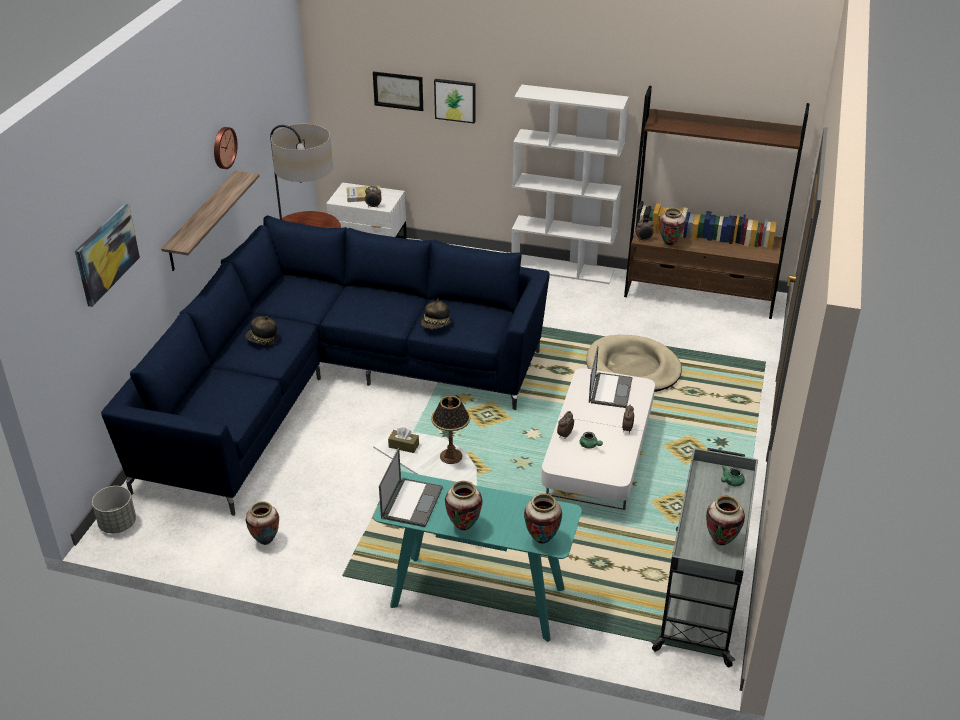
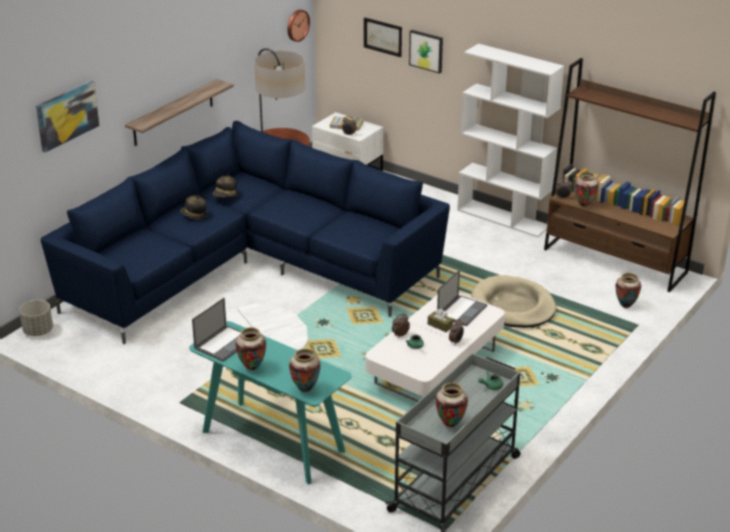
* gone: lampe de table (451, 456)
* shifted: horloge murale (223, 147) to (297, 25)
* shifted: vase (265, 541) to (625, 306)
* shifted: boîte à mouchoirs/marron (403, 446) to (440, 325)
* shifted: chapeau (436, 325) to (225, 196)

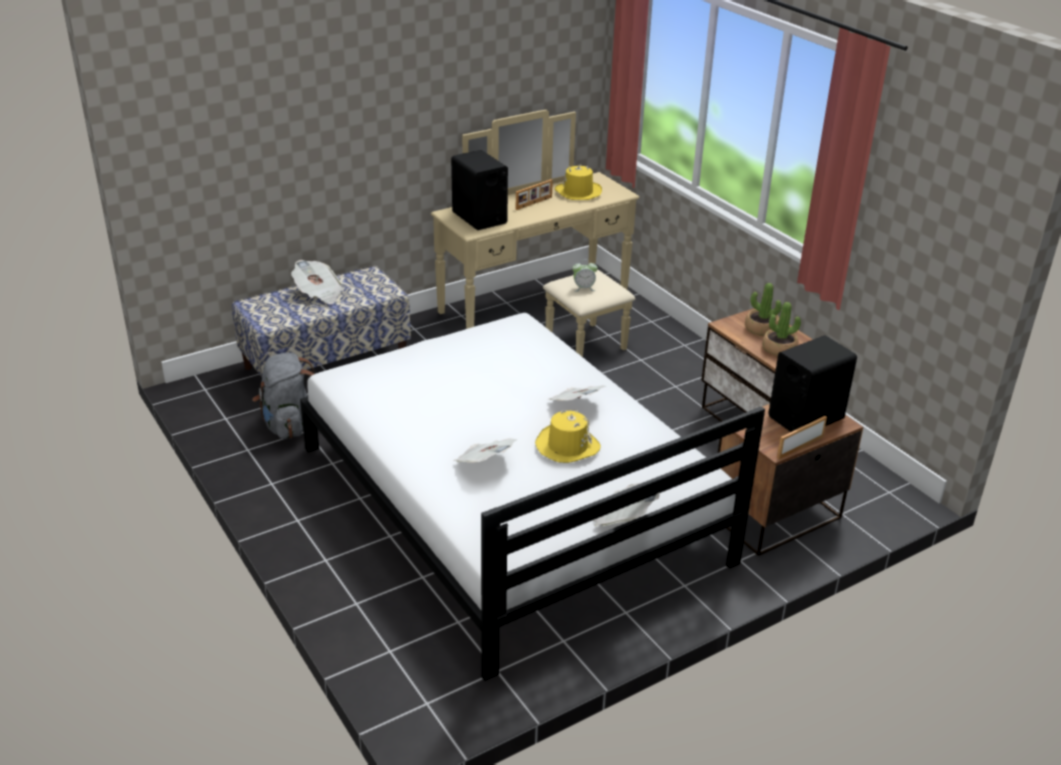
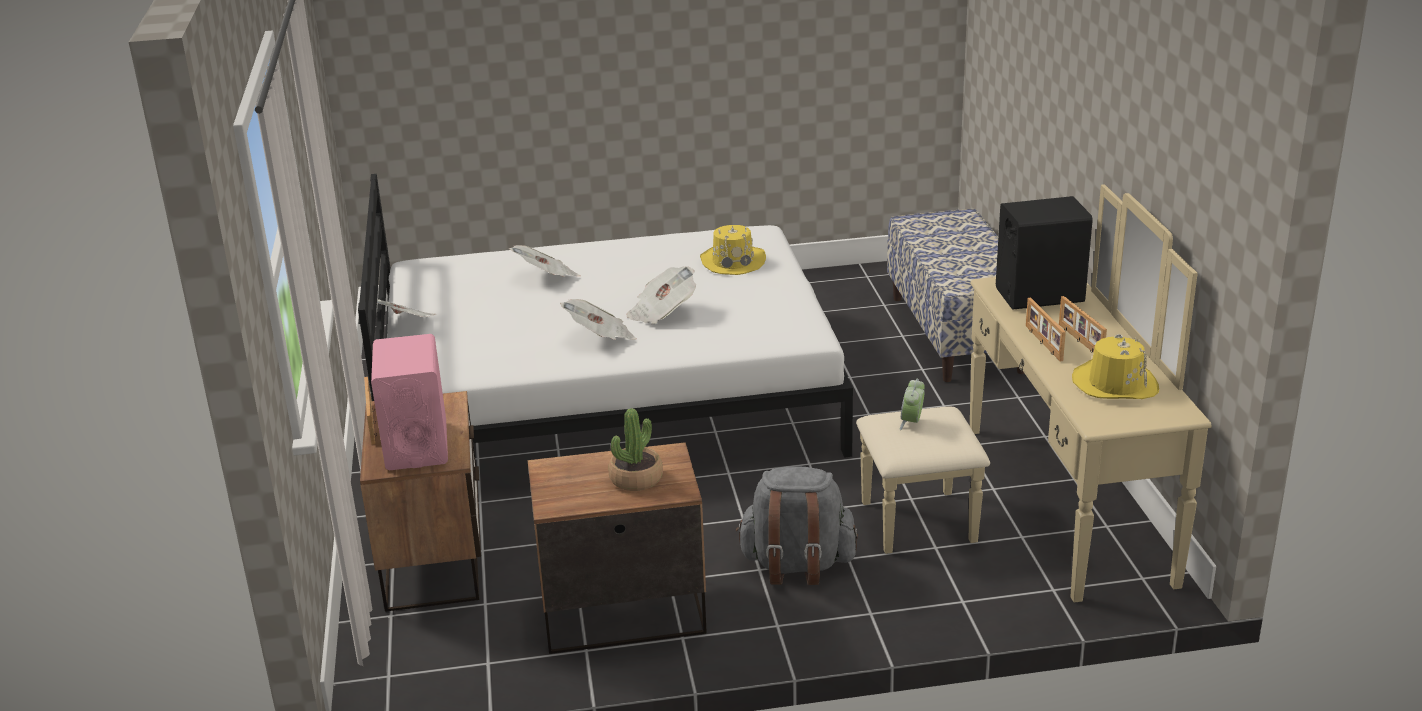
* gone: plante en pot (779, 349)
* new: cadre photo (1042, 343)
* shifted: sac à dos/gris (289, 425) to (797, 565)
* shifted: journal (319, 294) to (662, 312)
* shifted: chapeau/jaune (567, 446) to (733, 261)
* repainted: enceinte/noir (805, 418) to enceinte/rose (416, 445)

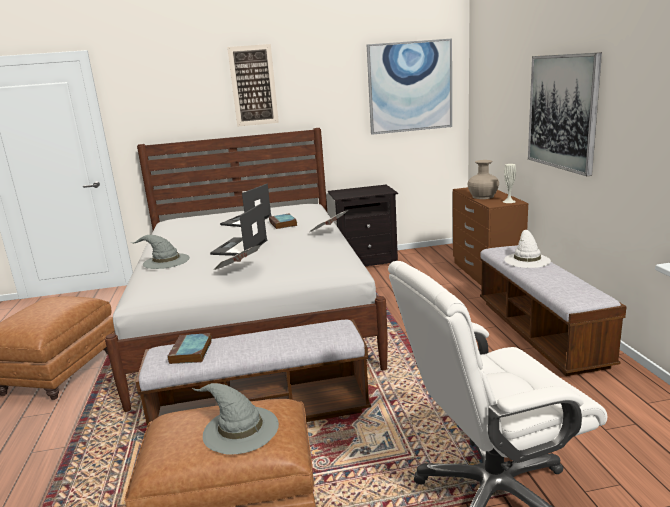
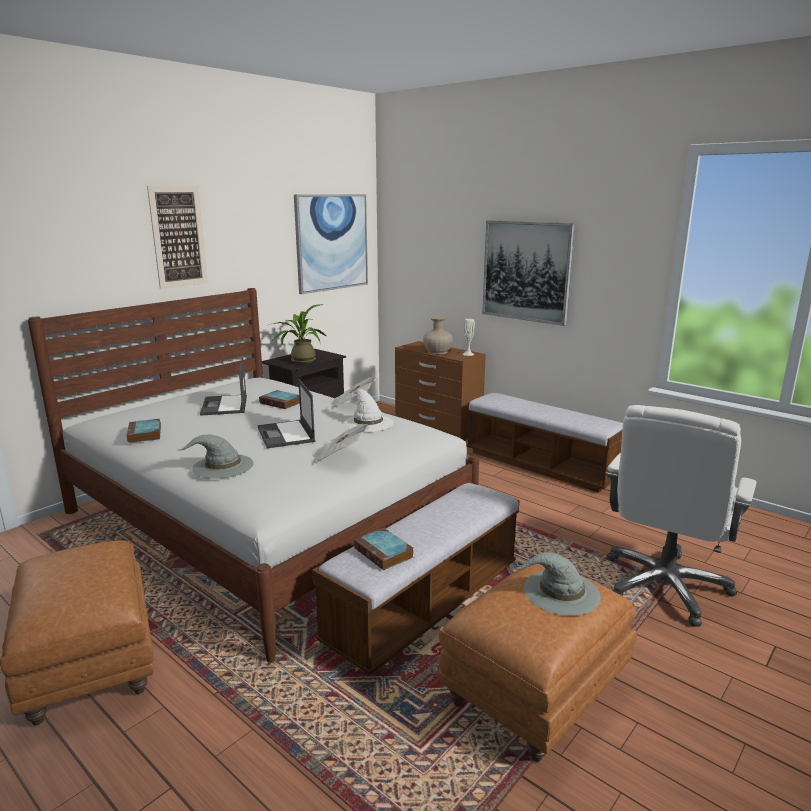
* new: livre (145, 434)
* new: plante en pot (300, 361)
* shifted: chapeau/blanc (526, 260) to (367, 423)

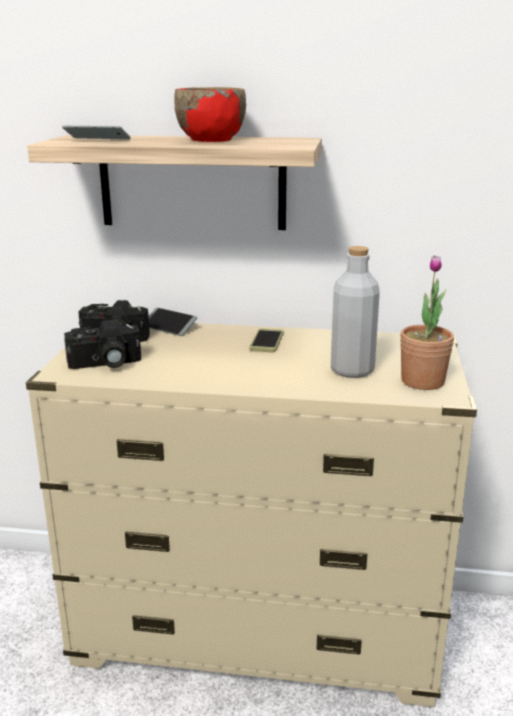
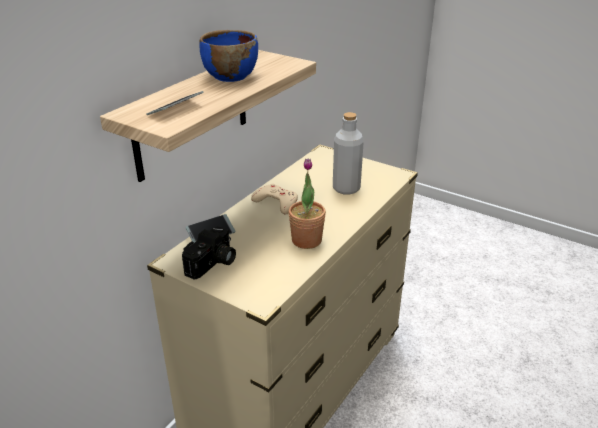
* gone: appareil photo (105, 364)
* shifted: plante en pot (422, 381) to (306, 240)
* swapped: téléphone (266, 341) to manette/beige (276, 202)
* repainted: bol/rouge (211, 139) to bol/bleu (230, 76)

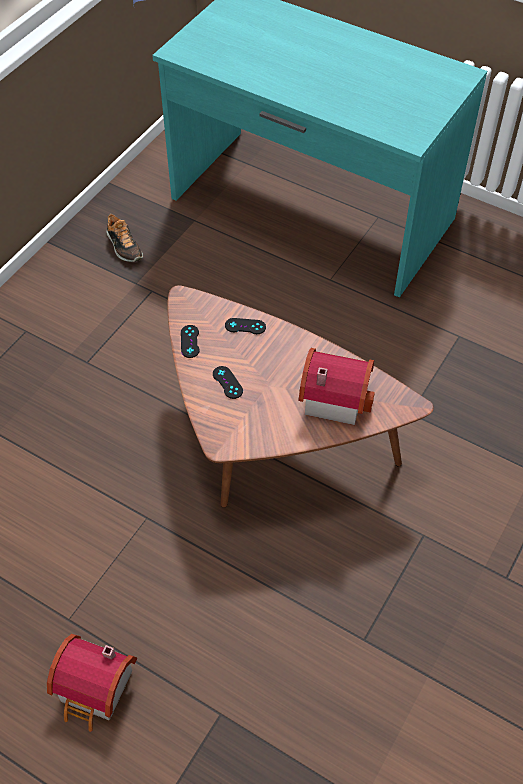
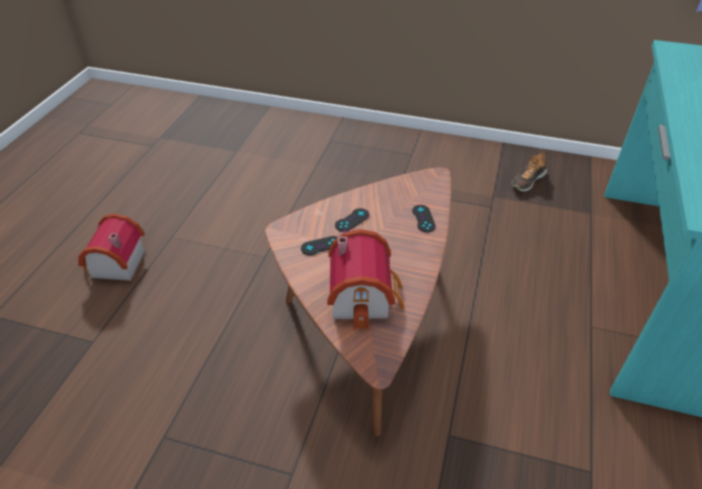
* shifted: manette/noir (190, 341) to (322, 246)

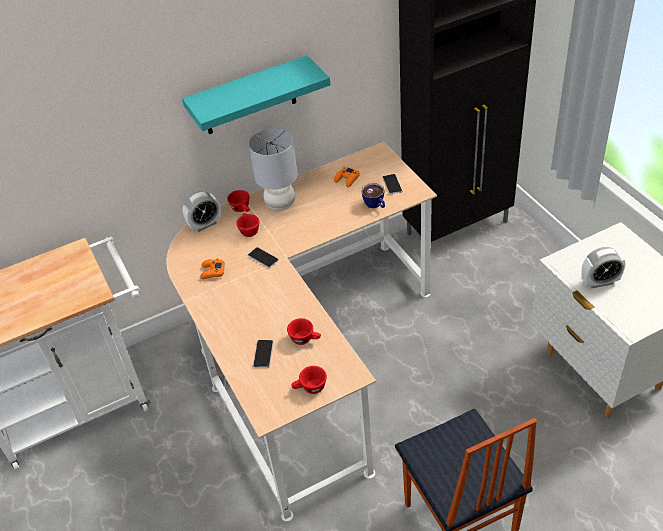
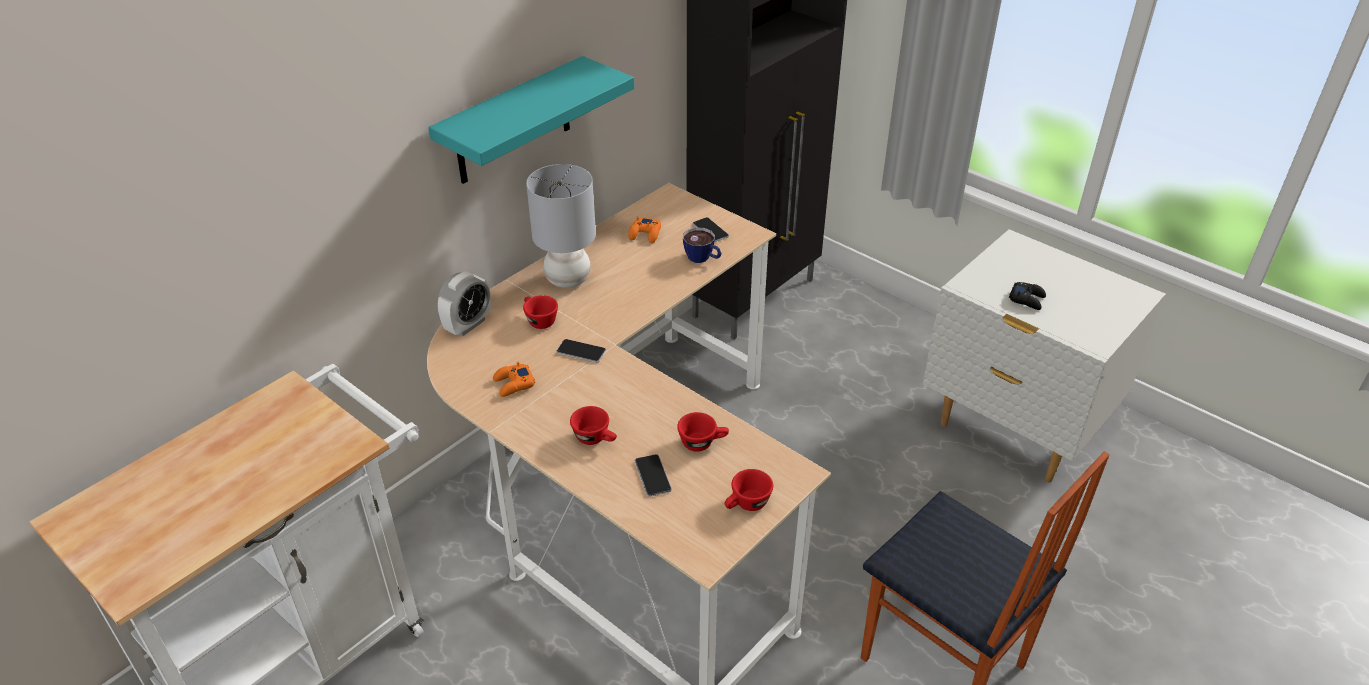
* shifted: tasse/rouge (242, 209) to (596, 438)
* swapped: réveil (599, 282) to manette/noir (1027, 299)

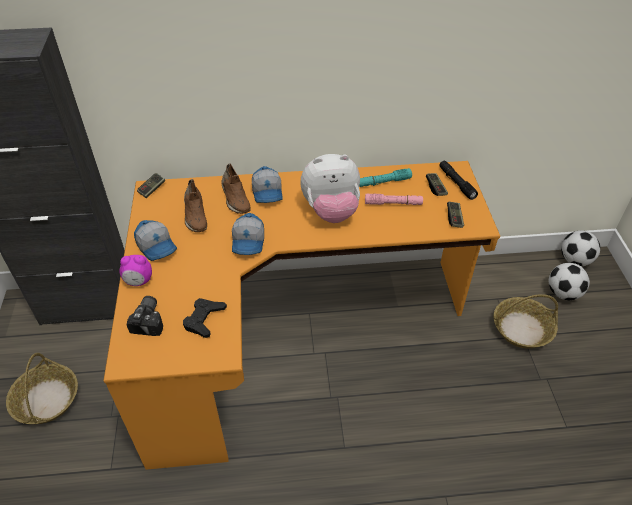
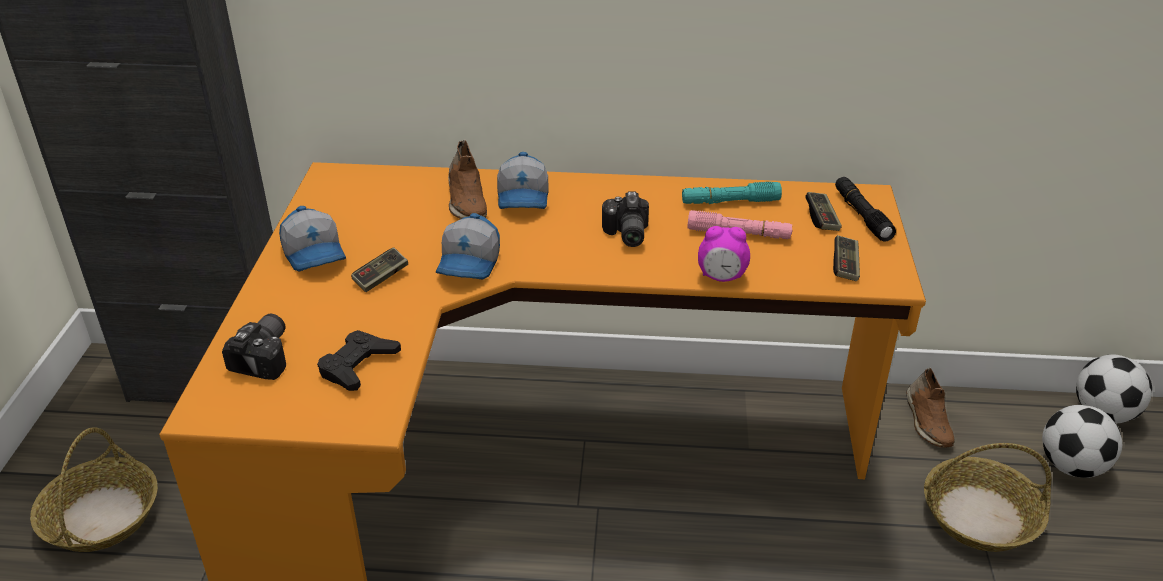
* shifted: réveil (139, 281) to (721, 277)
* shifted: manette (152, 189) to (381, 277)
* shifted: chaussure/marron (195, 215) to (927, 421)
* swapped: peluche (331, 211) to appareil photo (625, 234)

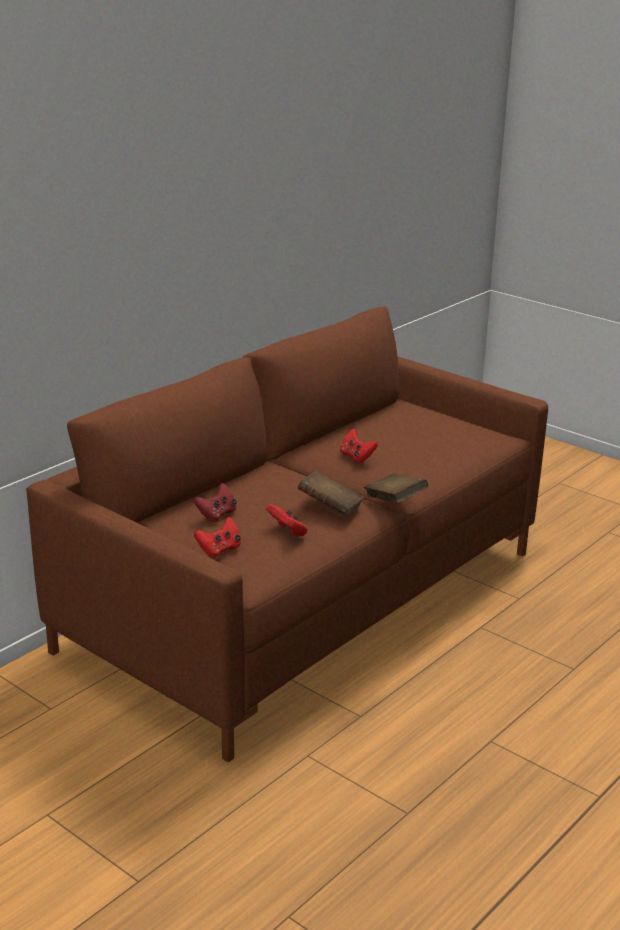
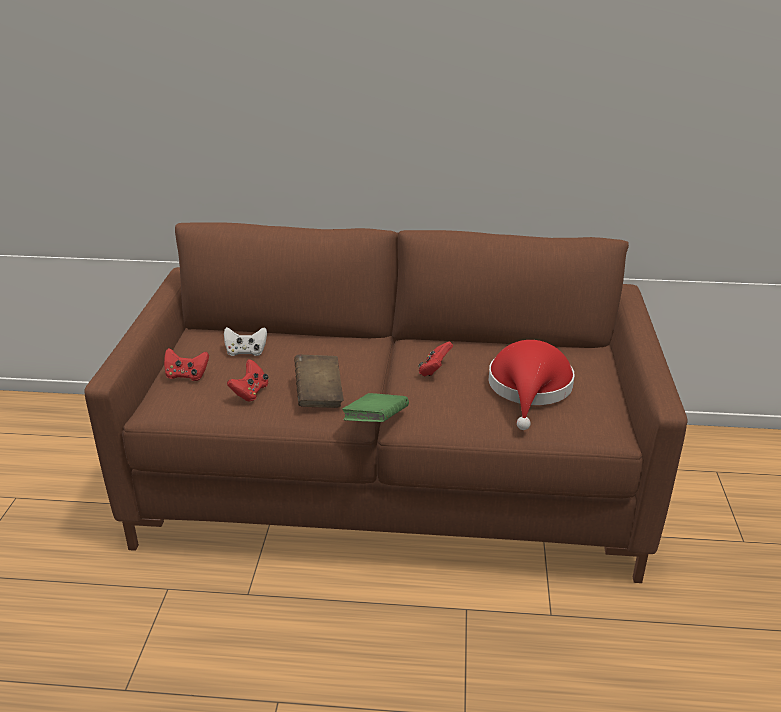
* new: chapeau/rouge (529, 389)
* repainted: manette/rouge (217, 515) to manette/blanc (246, 352)
* repainted: livre/marron (394, 501) to livre/vert (376, 422)

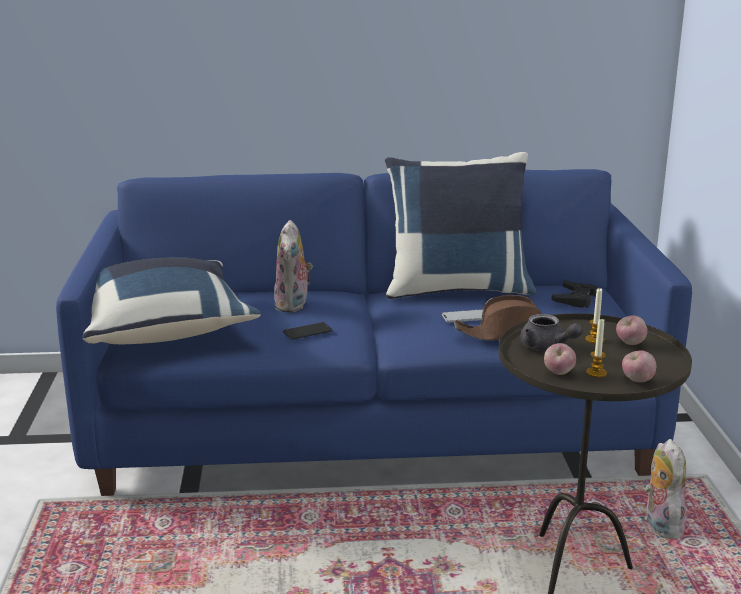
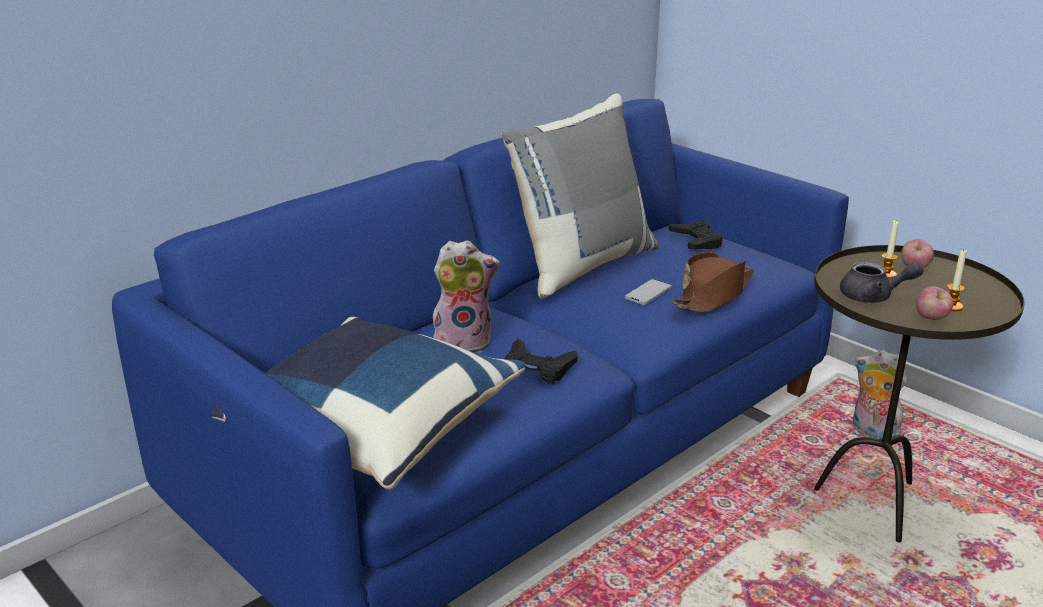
* gone: pomme (637, 380)
* swapped: téléphone (307, 332) to manette/noir (537, 368)
* repainted: coussin/bleu (457, 288) to coussin/gris (581, 264)
* rotated: peluche (294, 305) = (464, 342) 60 degrees counterclockwise

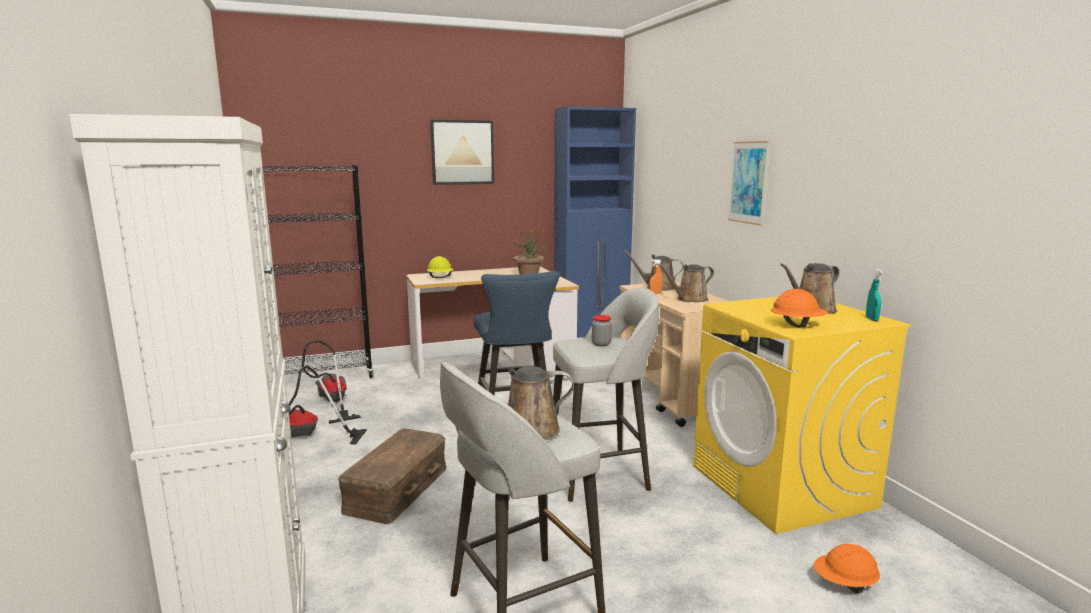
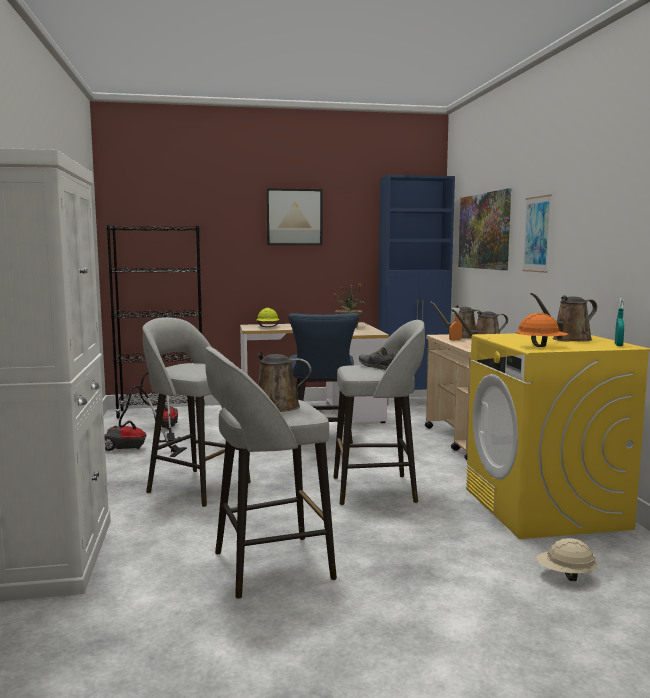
* new: tableau (484, 231)
* swapped: boîte de rangement/marron (396, 489) to tabouret/gris (197, 487)
* swapped: bocal (601, 344) to chaussure/gris (376, 367)
* repainted: casque de chantier/orange (844, 584) to casque de chantier/beige (565, 576)

